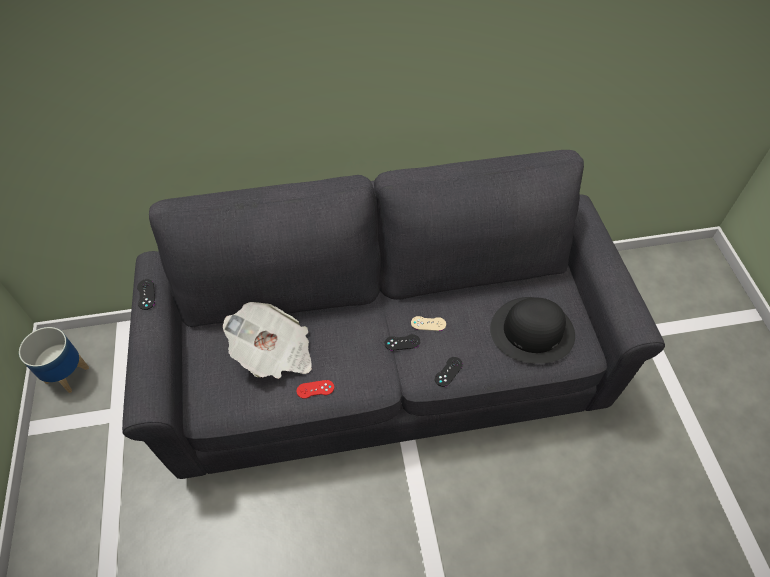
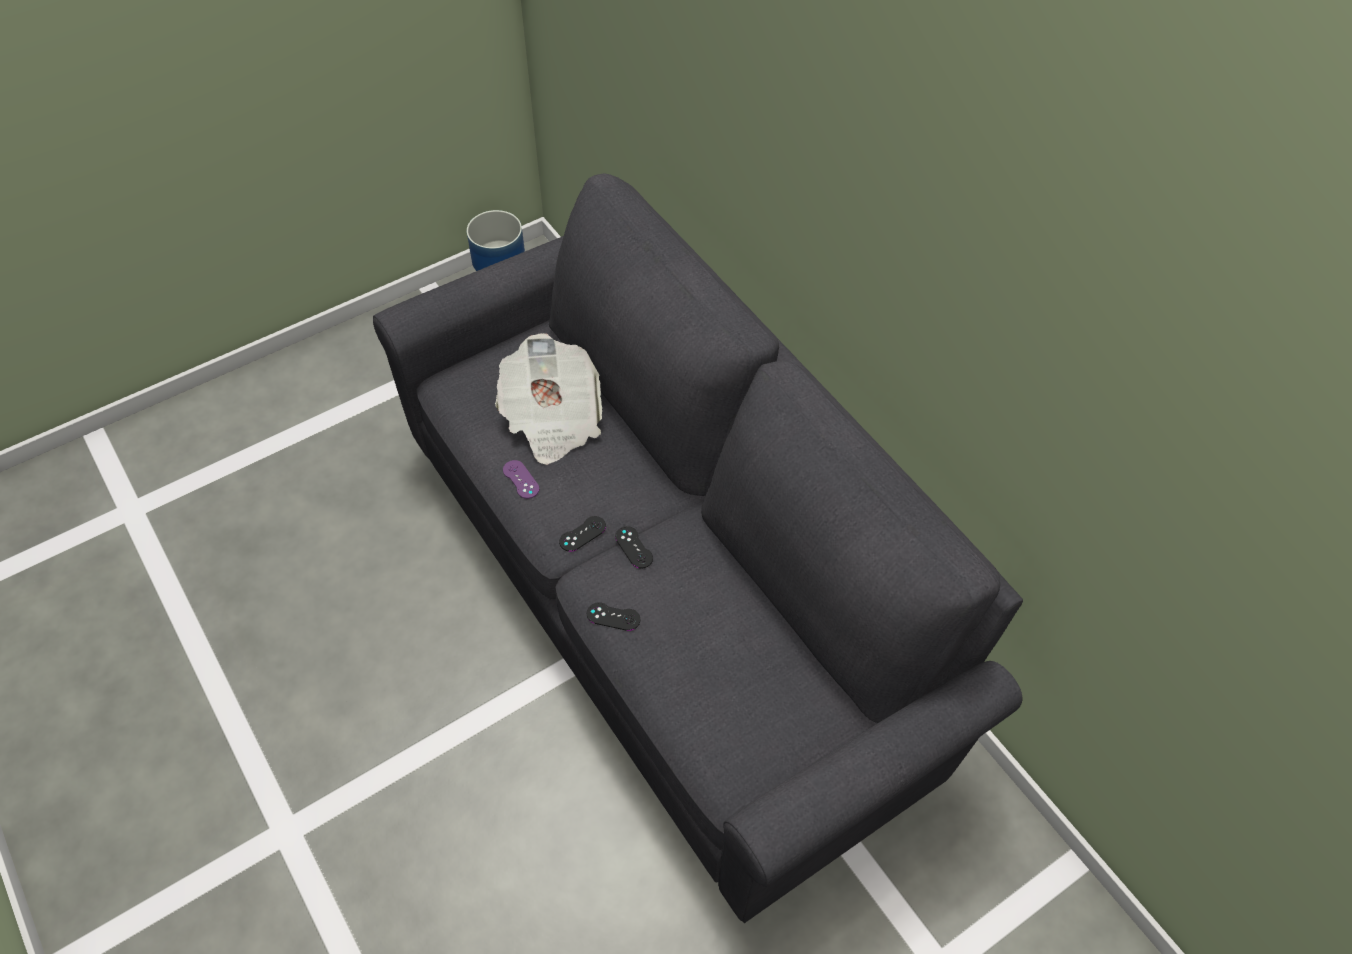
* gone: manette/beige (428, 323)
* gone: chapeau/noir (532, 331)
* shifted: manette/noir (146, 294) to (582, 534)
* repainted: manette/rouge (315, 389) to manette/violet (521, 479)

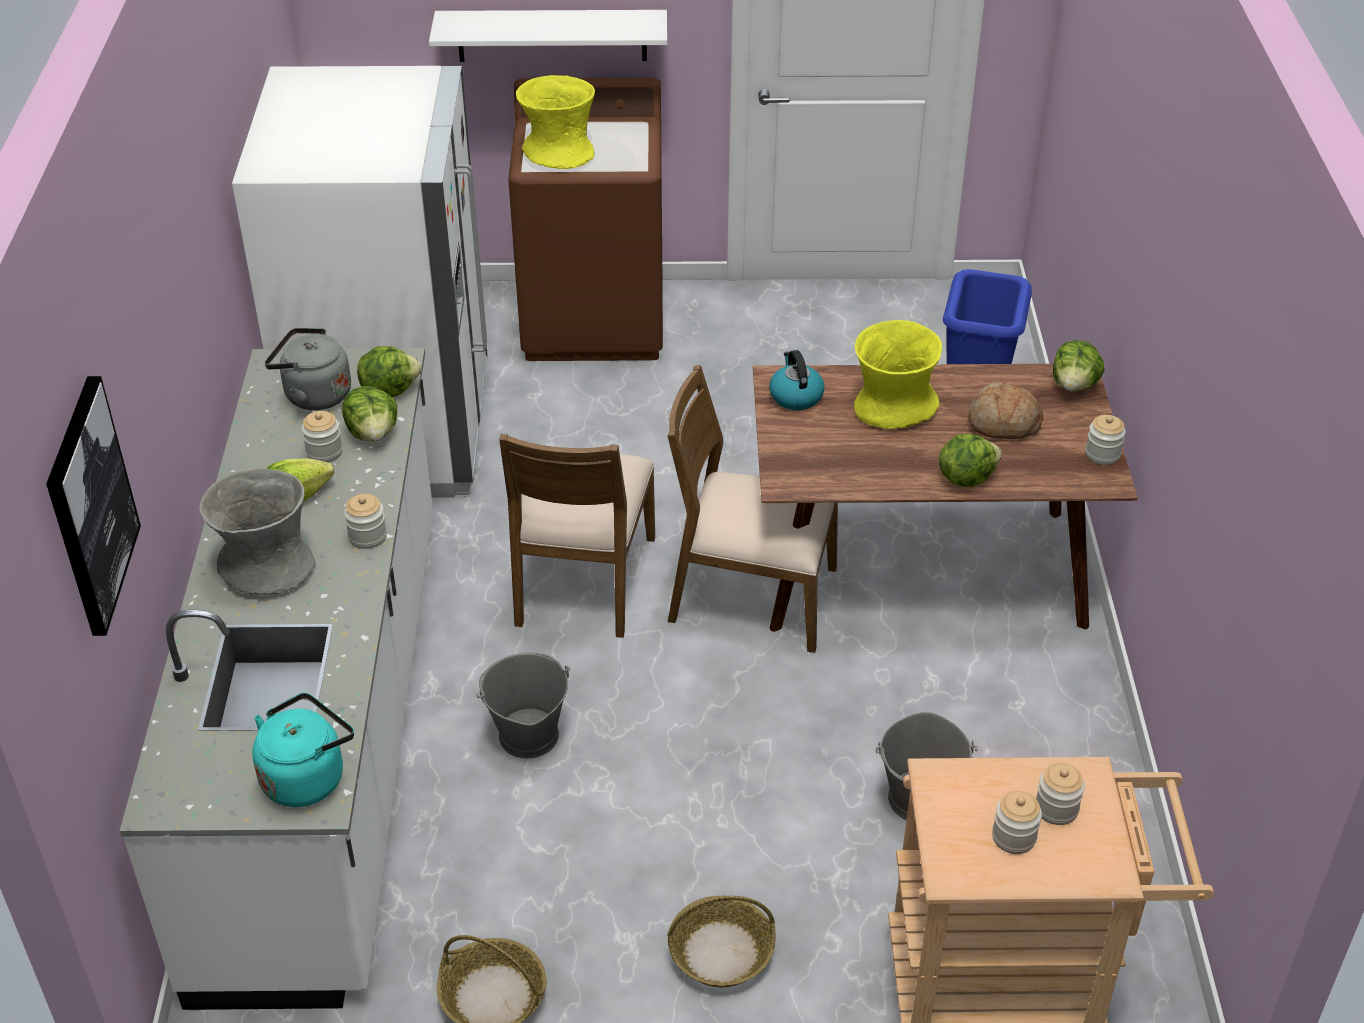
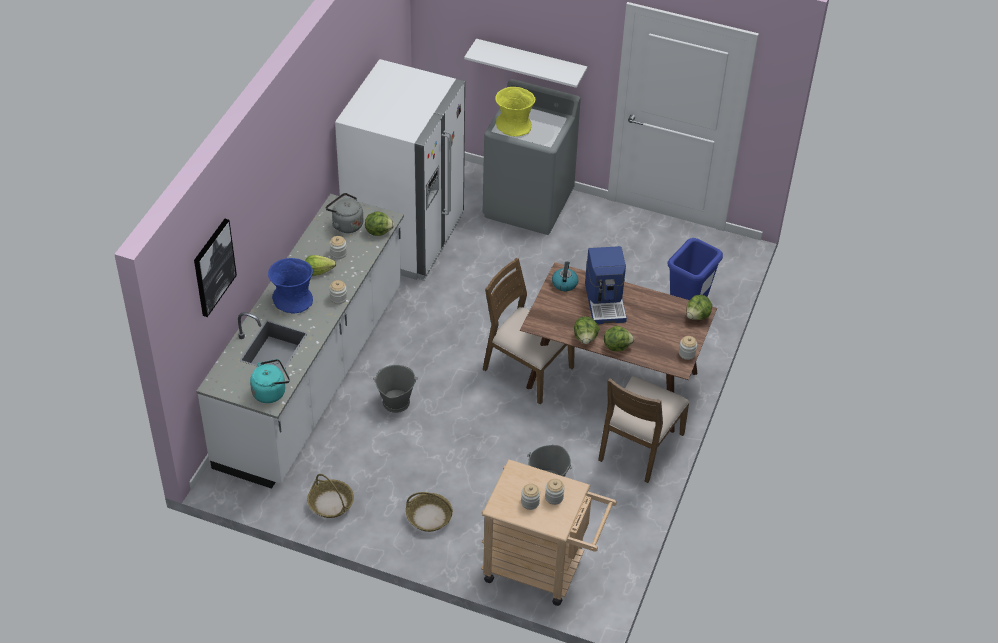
* gone: pain (1003, 423)
* shifted: laitue (373, 433) to (585, 338)
* shifted: chaise/marron (582, 580) to (639, 446)
* swapped: vase/jaune (893, 407) to machine à café (606, 302)
* repainted: vase/gris (266, 566) to vase/bleu (293, 299)
* repainted: lave-linge/marron (595, 320) to lave-linge/gris (528, 204)

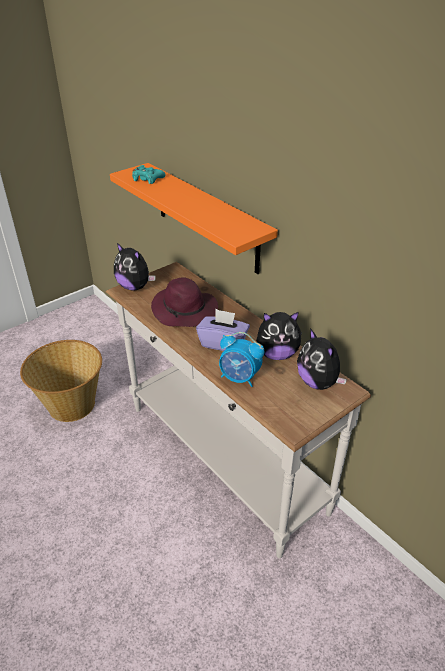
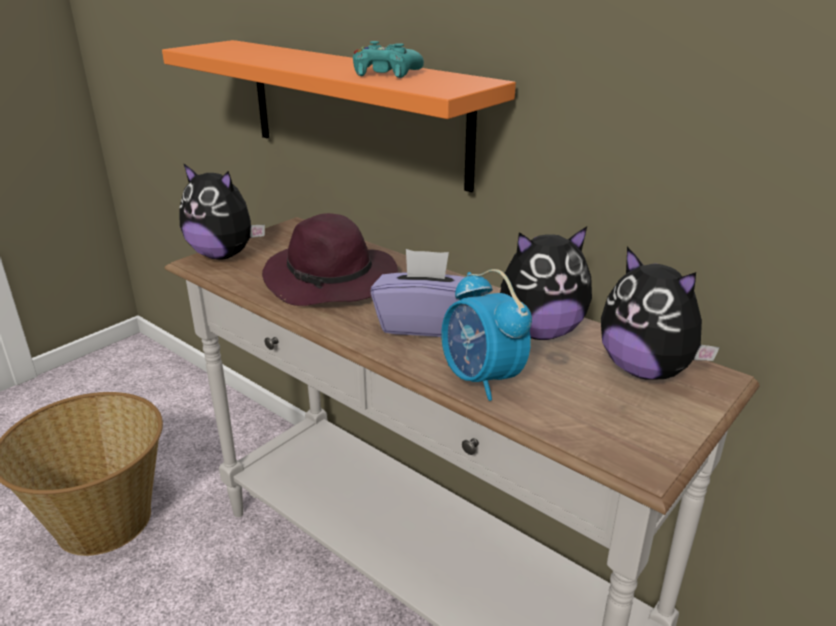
* shifted: manette/turquoise (147, 179) to (385, 73)
* rotated: réveil (239, 378) = (481, 379) 45 degrees clockwise

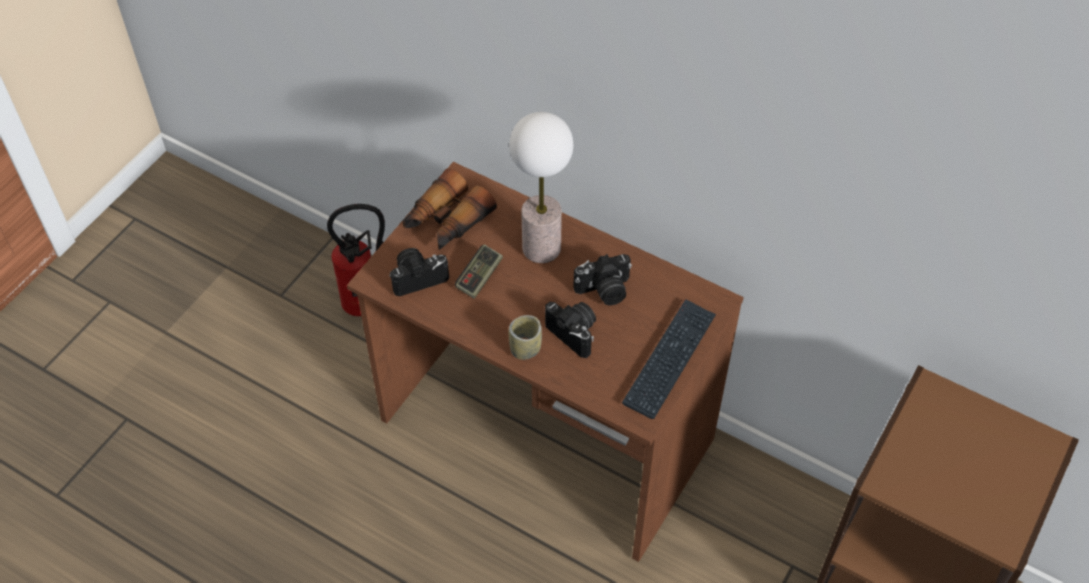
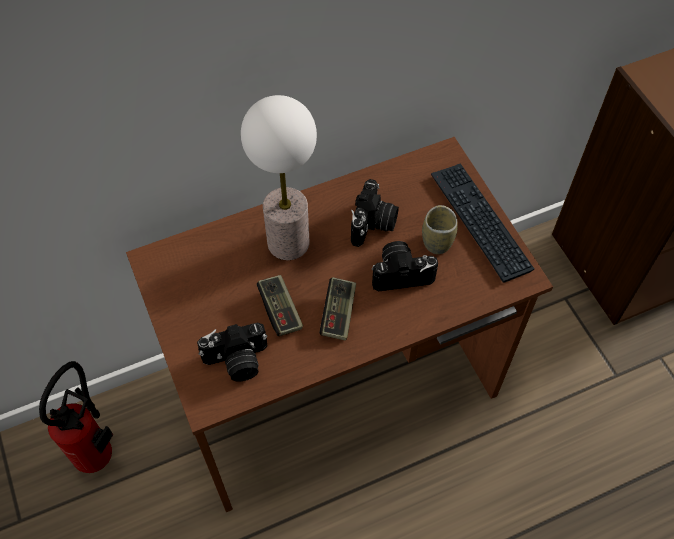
* gone: jumelles (446, 221)
* new: manette (338, 314)
* shifted: tasse (525, 349) to (437, 242)
* rotated: appareil photo (418, 277) = (237, 362) 120 degrees counterclockwise

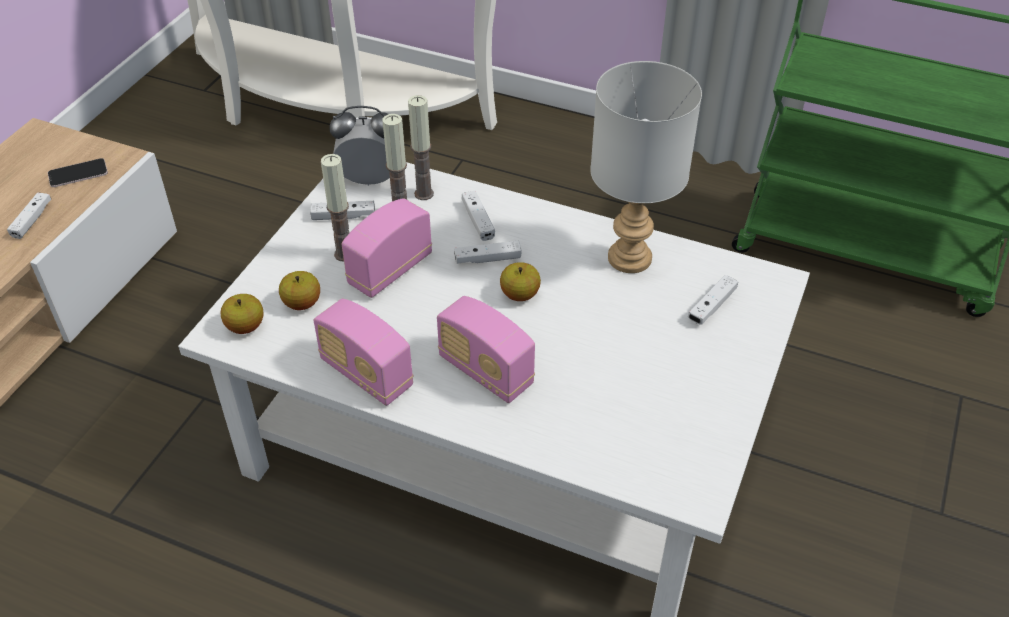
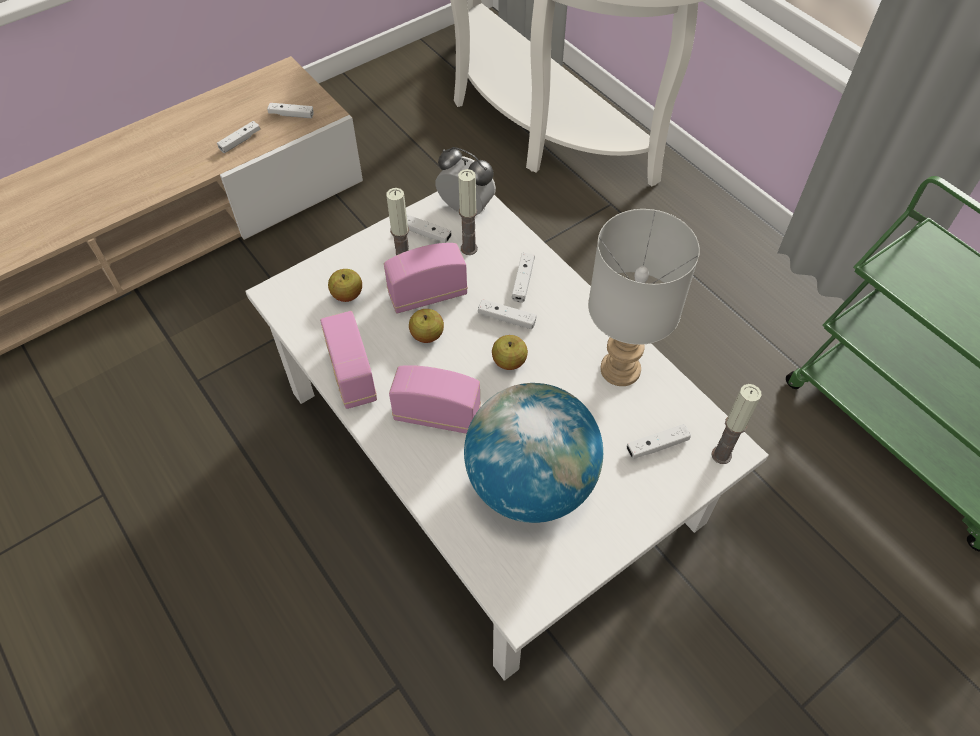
* new: globe (530, 483)
* shifted: pomme (245, 326) to (427, 335)
* shifted: bougie (424, 194) to (721, 455)
* swapped: téléphone (78, 174) to manette/blanc (291, 115)
* rotated: radio (485, 371) = (437, 415) 120 degrees clockwise

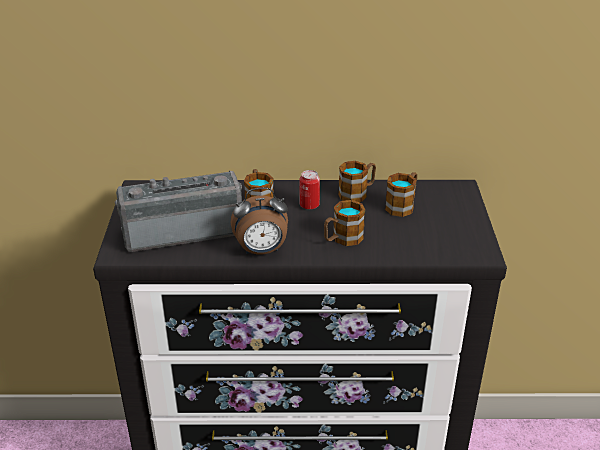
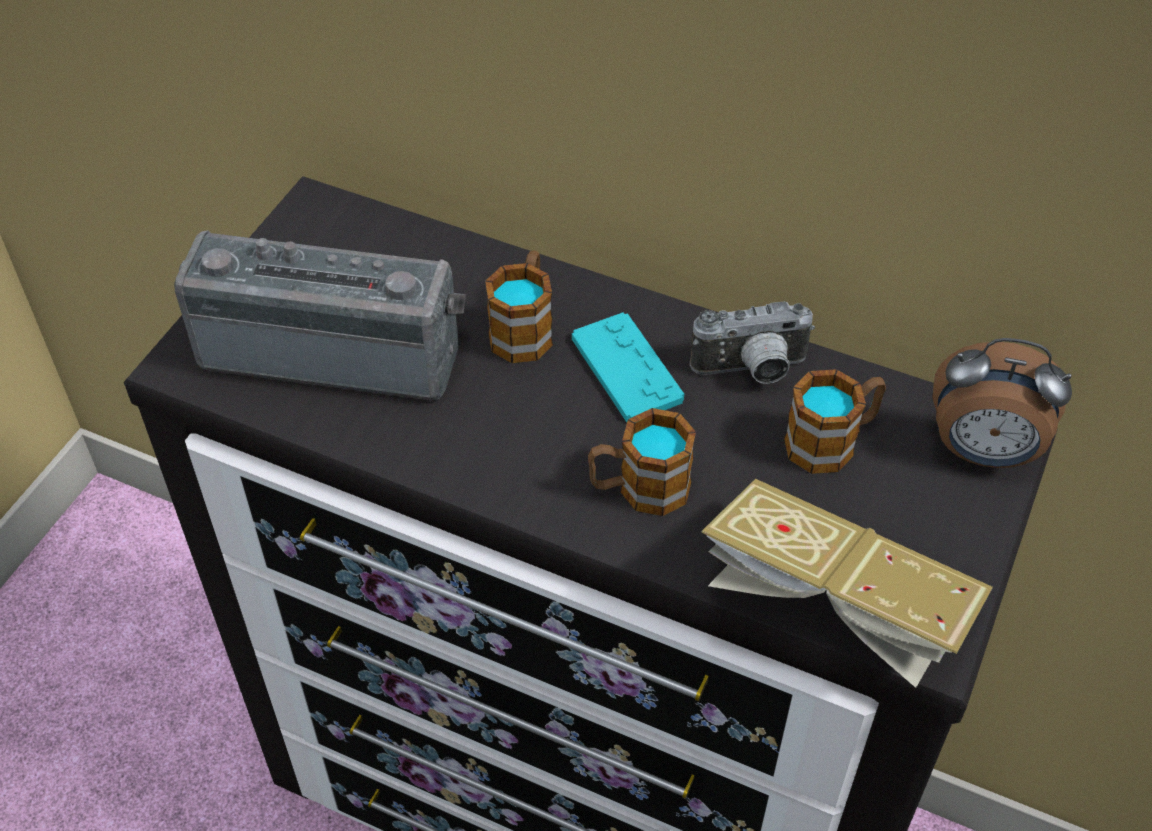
* new: livre (833, 610)
* shifted: réveil (261, 251) to (983, 452)
* swapped: boîte métallique (309, 205) to manette/turquoise (626, 369)
* swapped: mug (357, 193) to appareil photo (751, 371)

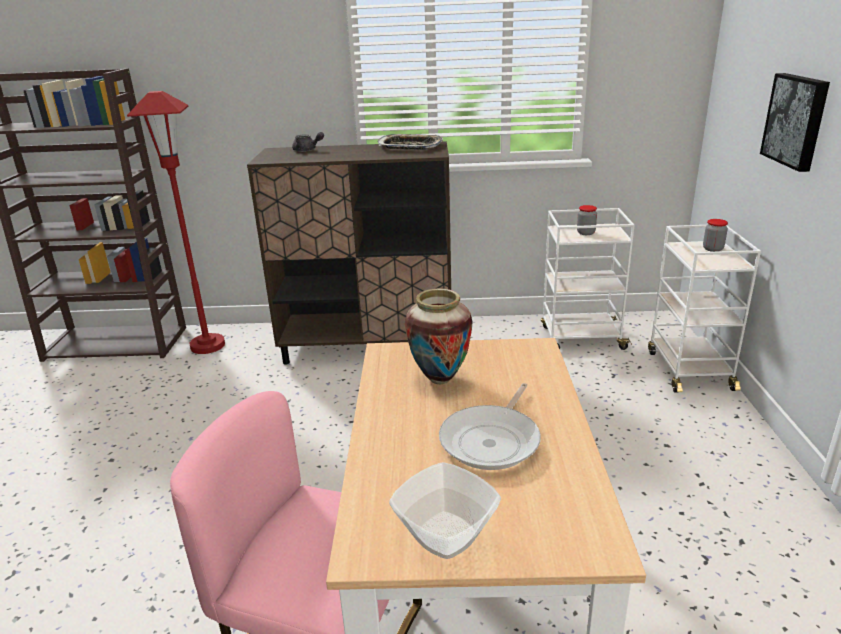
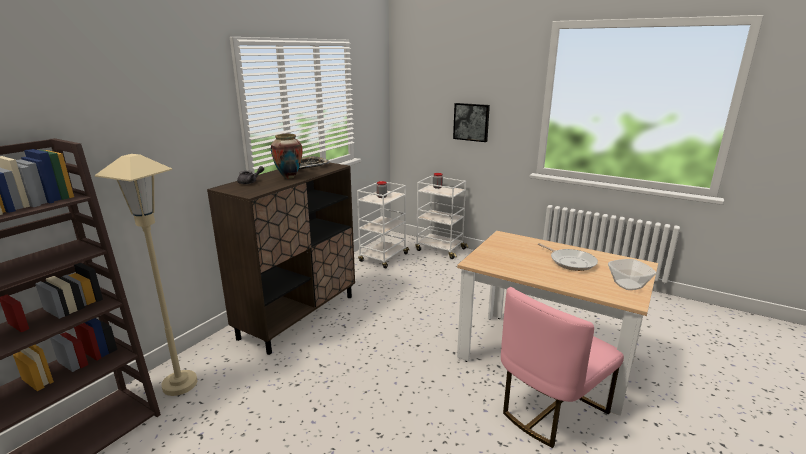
* shifted: vase (439, 379) to (289, 177)
* repainted: lampadaire/rouge (208, 345) to lampadaire/beige (180, 384)

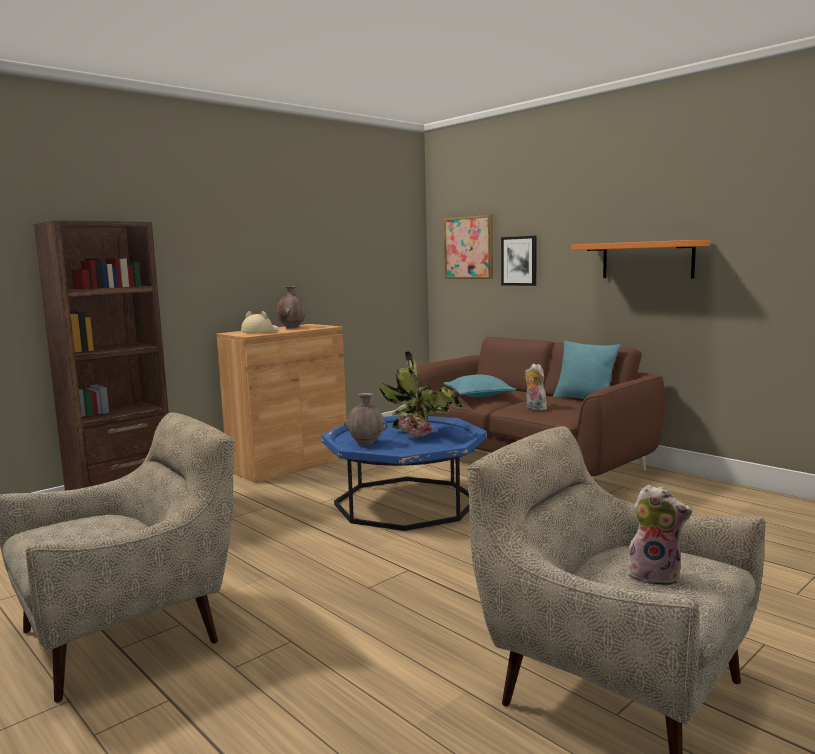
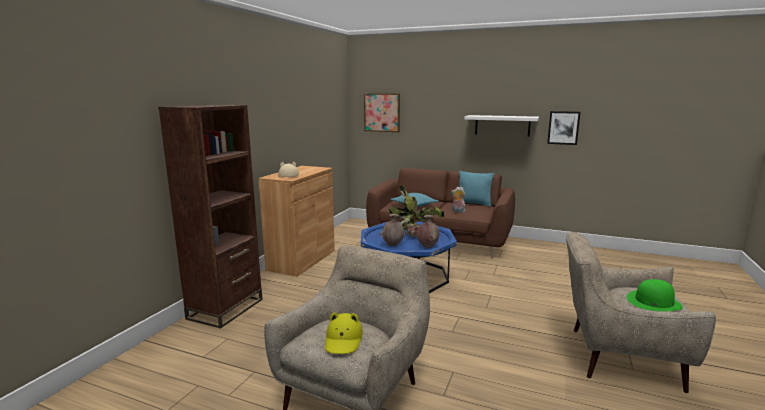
* new: chapeau/jaune (343, 340)
* shifted: vase/marron (292, 327) to (427, 246)
* shifted: tableau (519, 261) to (563, 127)
* swapped: peluche (655, 576) to chapeau/vert (653, 302)
* repainted: étagère/orange (647, 260) to étagère/blanc (502, 125)

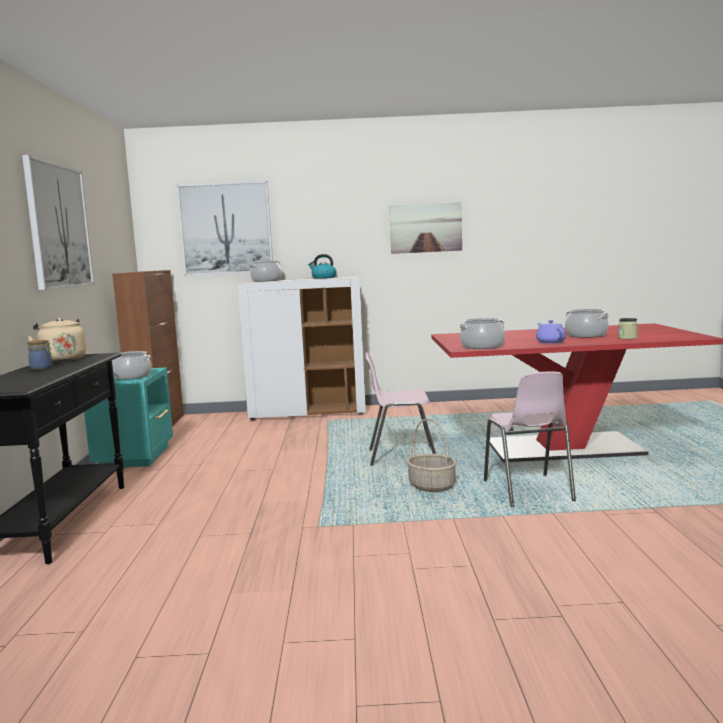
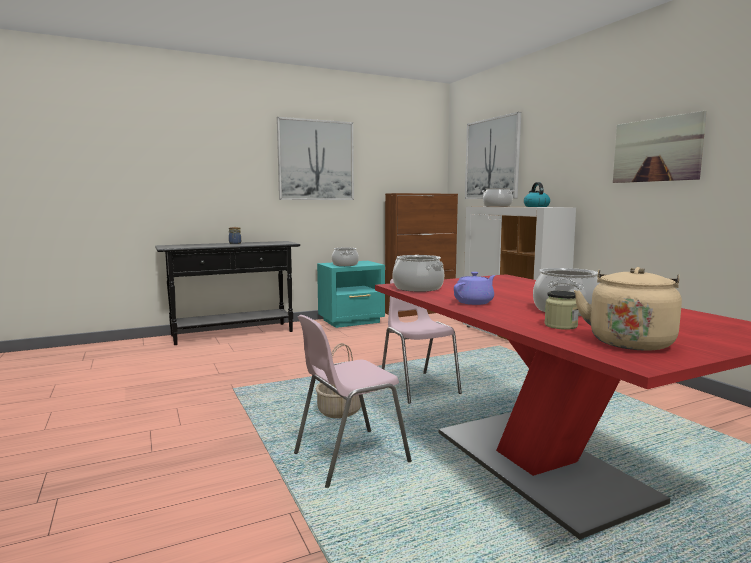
* shifted: bouilloire/beige (62, 359) to (630, 341)

